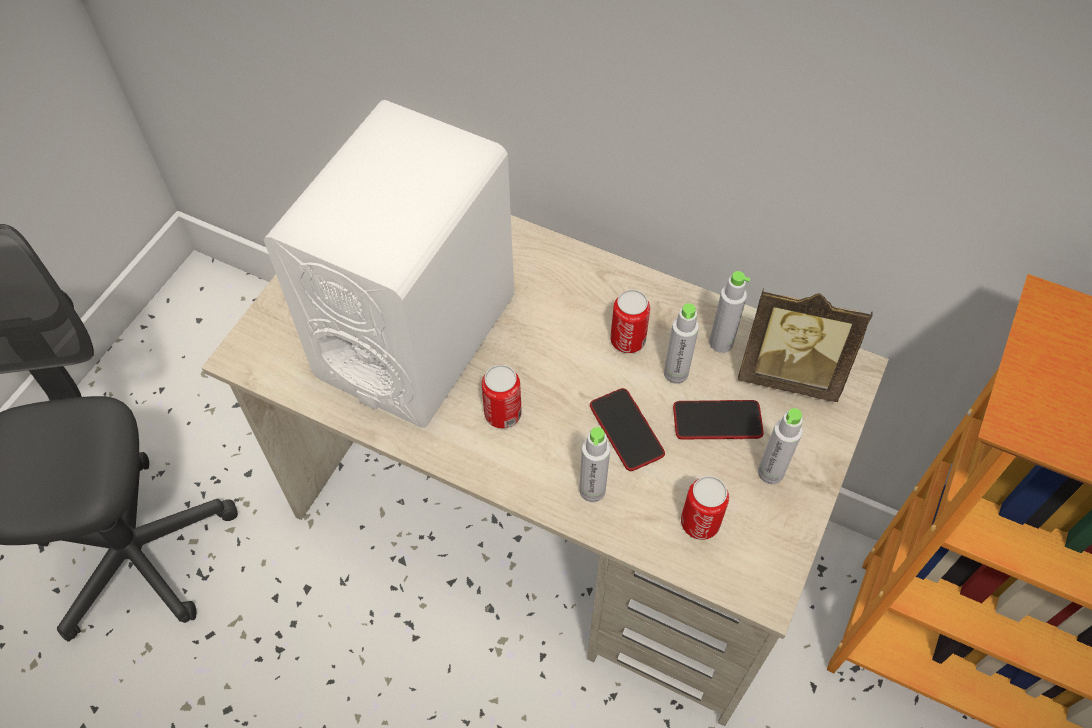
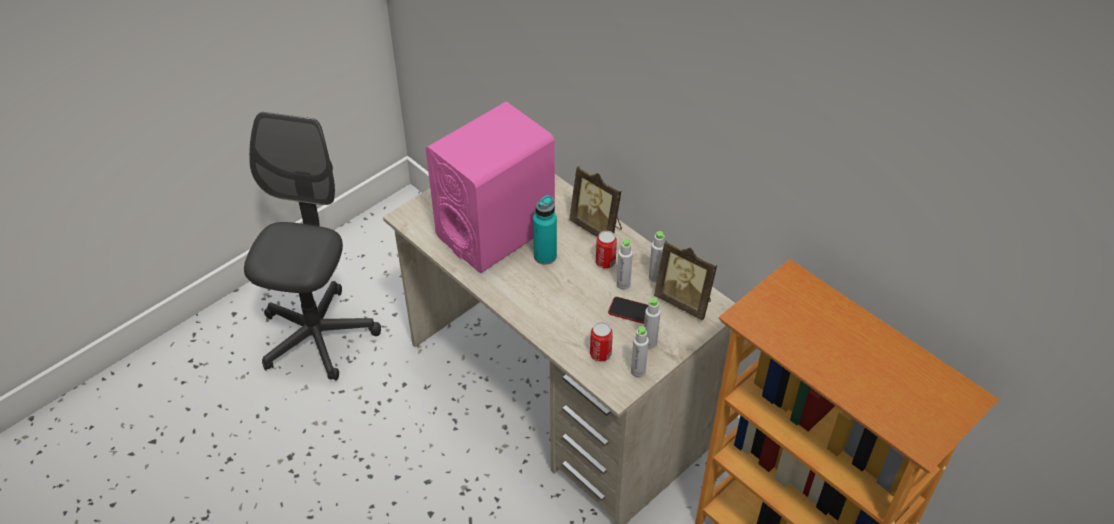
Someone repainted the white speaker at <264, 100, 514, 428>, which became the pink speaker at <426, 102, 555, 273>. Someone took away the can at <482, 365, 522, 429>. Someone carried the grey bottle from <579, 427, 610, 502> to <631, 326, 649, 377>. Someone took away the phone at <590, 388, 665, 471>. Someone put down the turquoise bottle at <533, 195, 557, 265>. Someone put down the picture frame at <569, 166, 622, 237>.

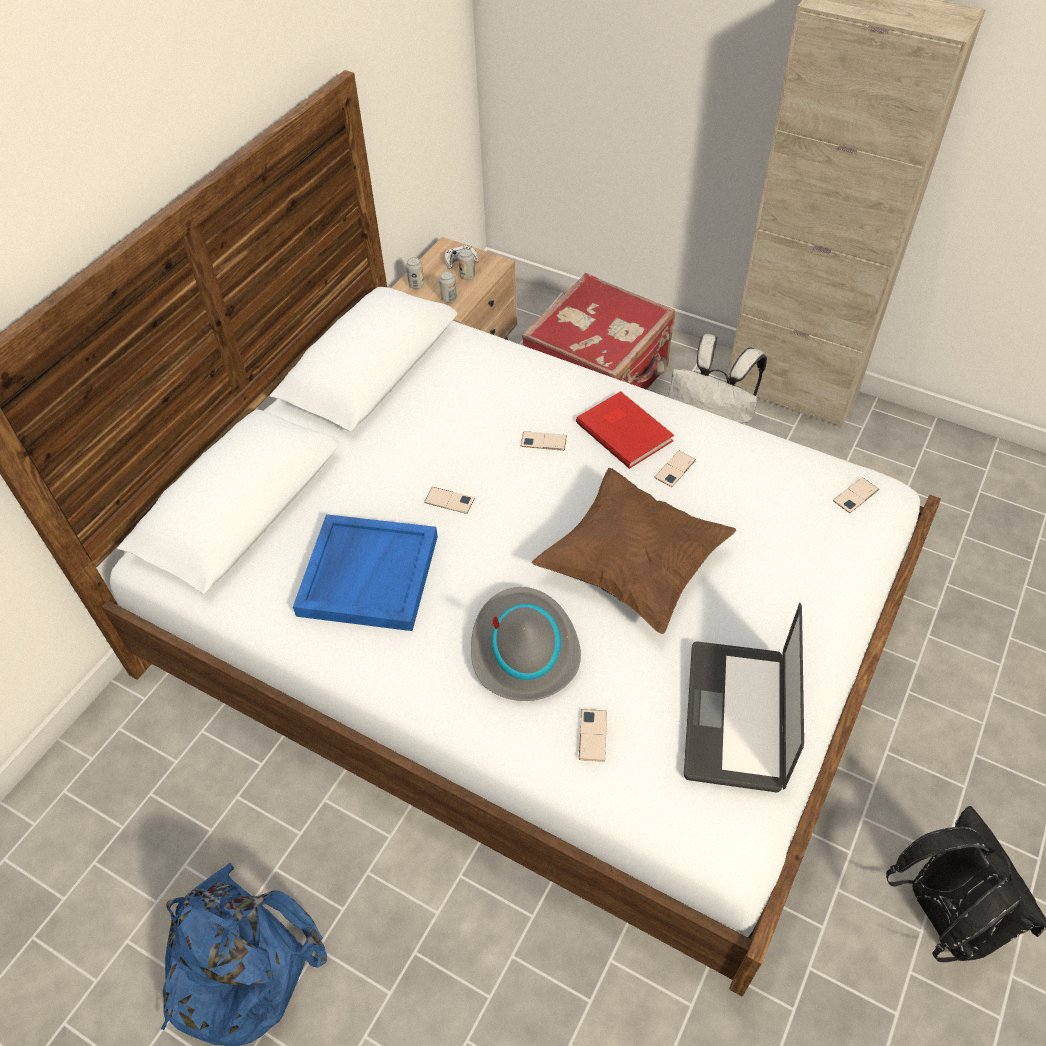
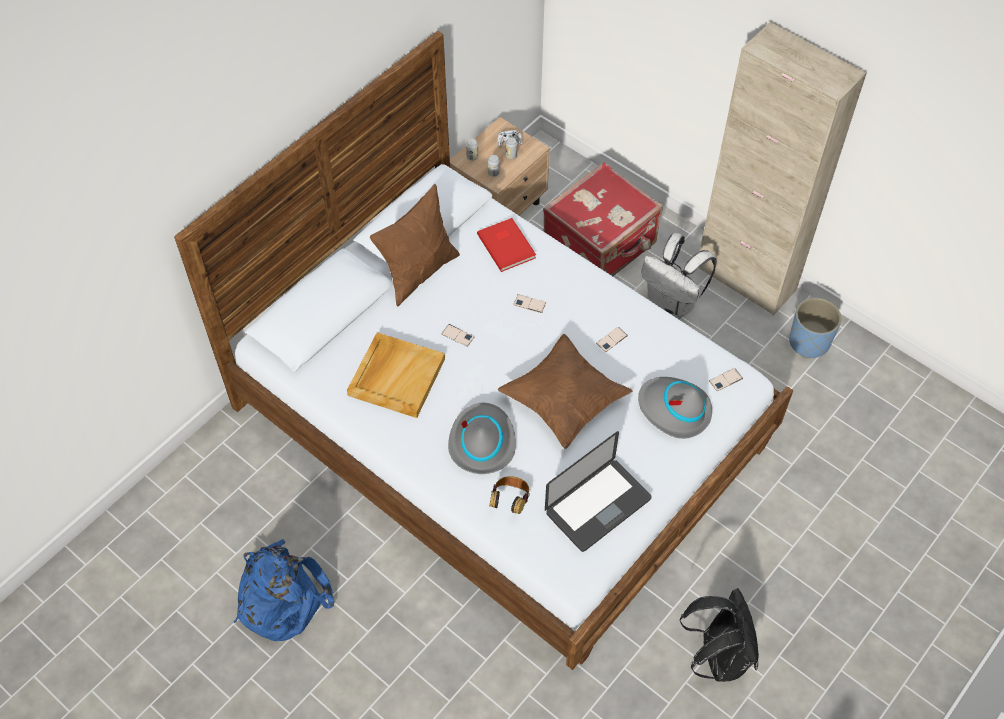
Someone repainted the blue tray at <293, 514, 438, 631>, which became the beige tray at <347, 332, 445, 418>. Someone carried the red book from <576, 391, 674, 469> to <477, 218, 536, 272>. Someone swapped the phone at <579, 709, 607, 762> for the headphones at <490, 476, 530, 514>. Someone rotated the laptop at <684, 603, 804, 792> by 150 degrees counterclockwise. Someone put down the brown pillow at <370, 184, 460, 306>. Someone put down the grey hat at <638, 377, 712, 439>. Someone put down the blue planter at <789, 298, 842, 358>.

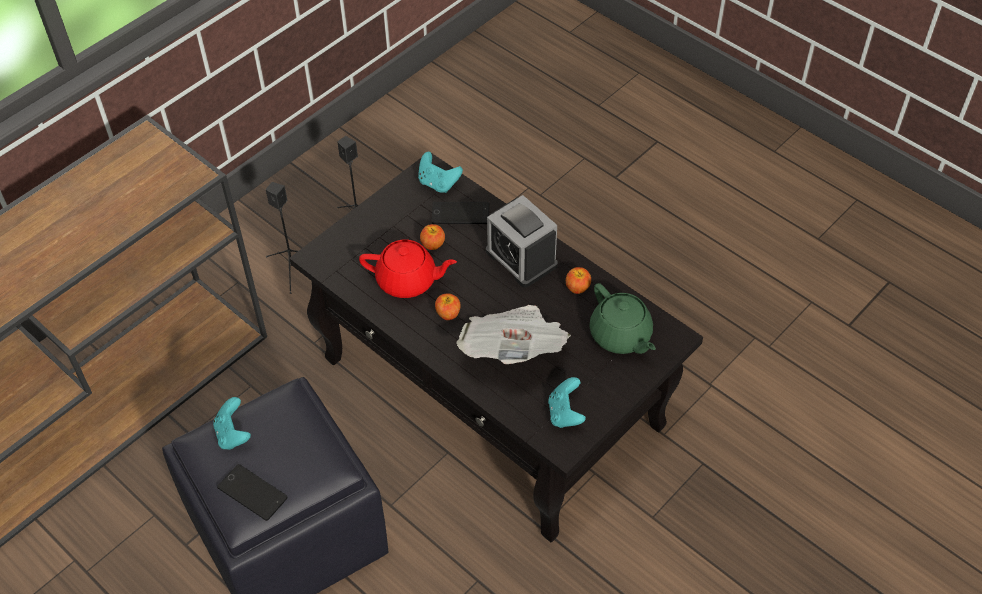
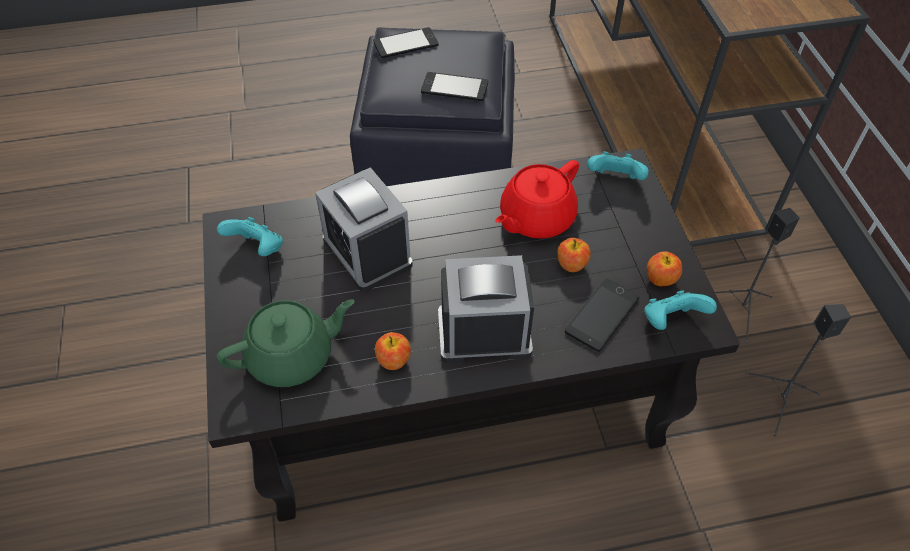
Someone carried the turquoise game controller from <213, 397, 251, 450> to <587, 151, 649, 180>. Someone carried the apple from <435, 293, 460, 320> to <647, 251, 682, 286>. Someone swapped the newspaper at <456, 305, 571, 364> for the alarm clock at <315, 167, 413, 292>. Someone rotated the green teapot at <589, 283, 656, 354> by 150 degrees clockwise. Someone put down the phone at <421, 72, 488, 101>.

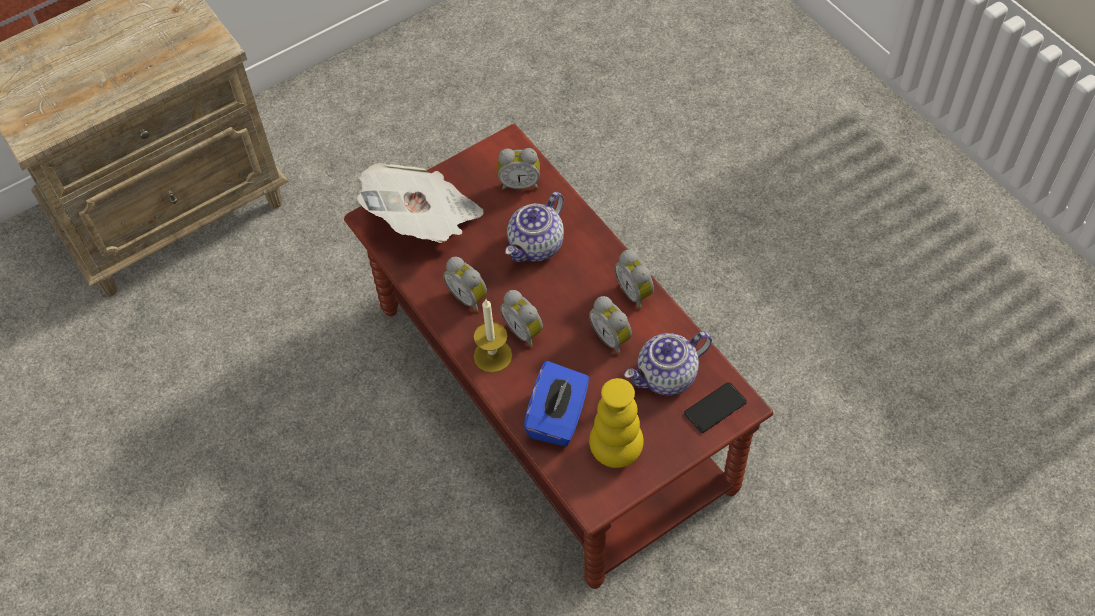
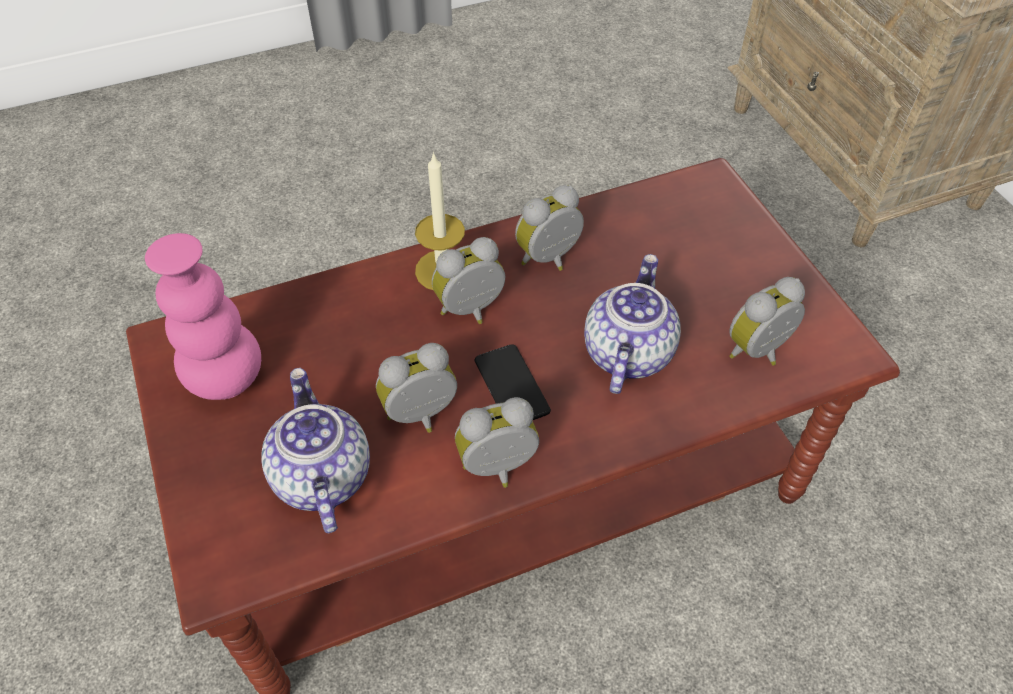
Someone took away the newspaper at <356, 163, 484, 243>. Someone rotated the alarm clock at <498, 148, 540, 190> by 45 degrees clockwise. Someone rotated the teapot at <505, 192, 564, 262> by 60 degrees clockwise. Someone took away the blue tissue box at <524, 361, 589, 446>. Someone repainted the yellow vase at <589, 378, 644, 468>, which became the pink vase at <145, 233, 261, 400>. Someone carried the phone from <684, 382, 747, 433> to <475, 344, 551, 420>.

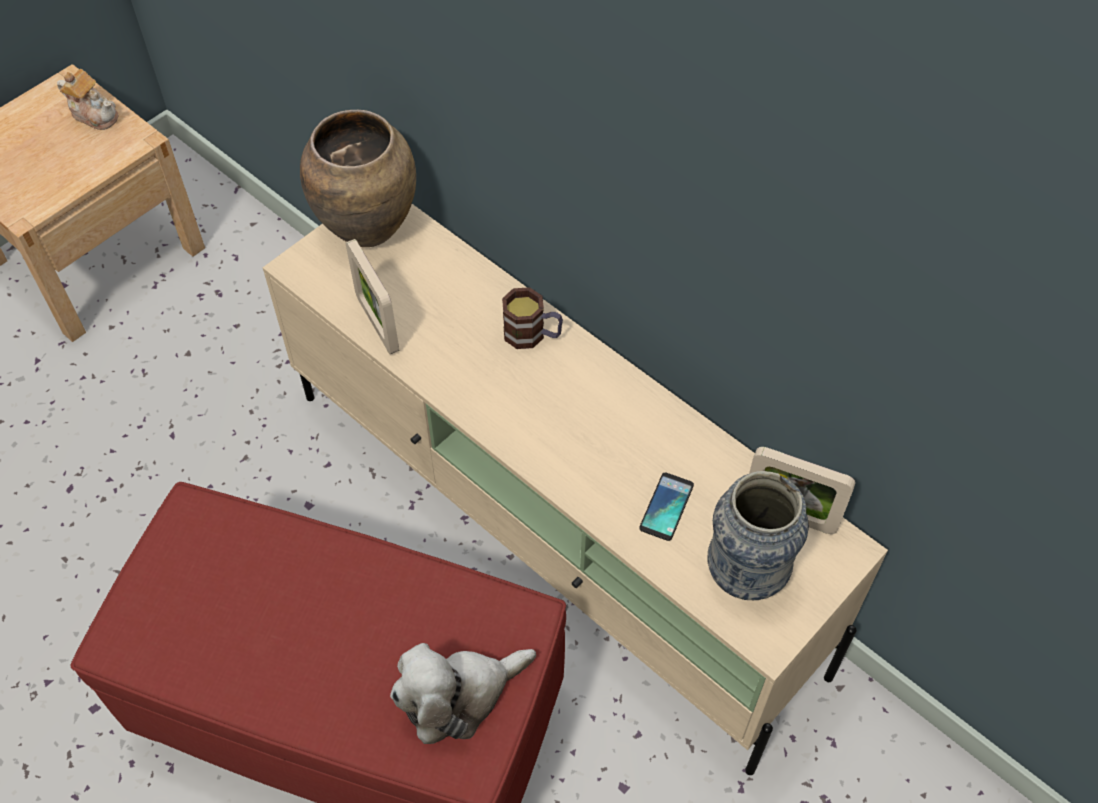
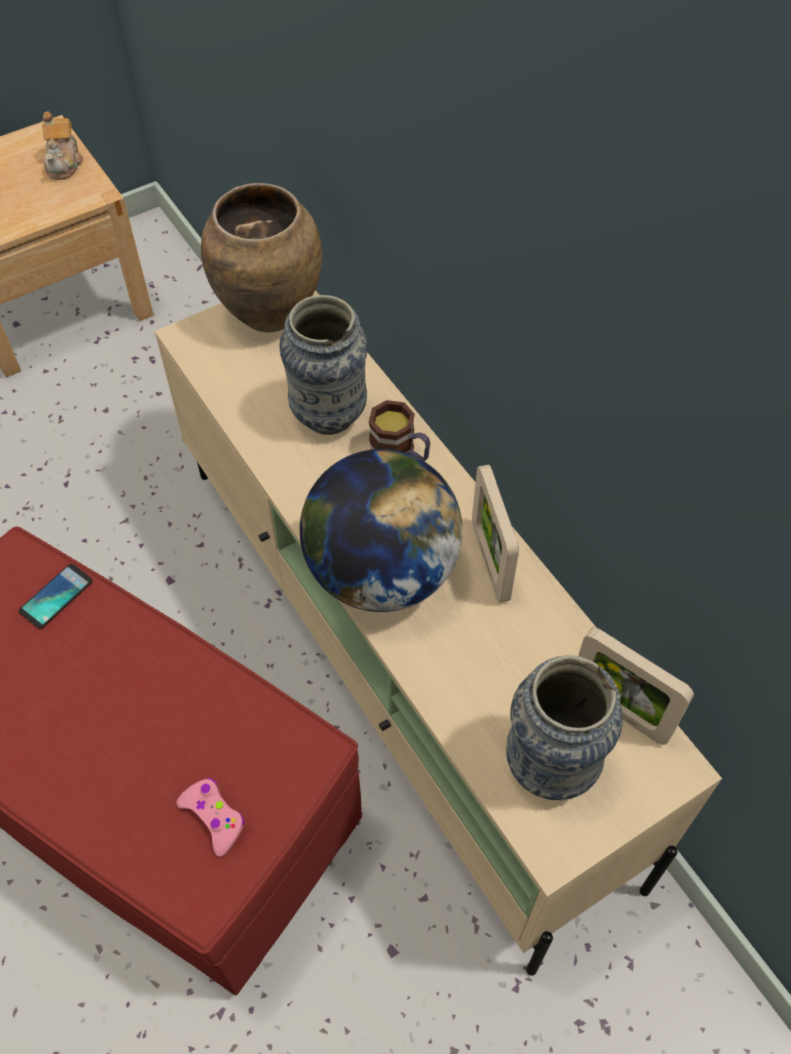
Someone rotated the teapot at <57, 69, 118, 130> by 45 degrees clockwise. Someone carried the picture frame from <345, 239, 399, 354> to <472, 465, 519, 602>. Someone swapped the plush toy at <390, 643, 536, 744> for the pink game controller at <177, 778, 245, 857>. Someone carried the phone from <639, 472, 694, 541> to <19, 564, 93, 629>. Someone put down the vase at <279, 295, 368, 435>. Someone put down the globe at <300, 449, 463, 612>.

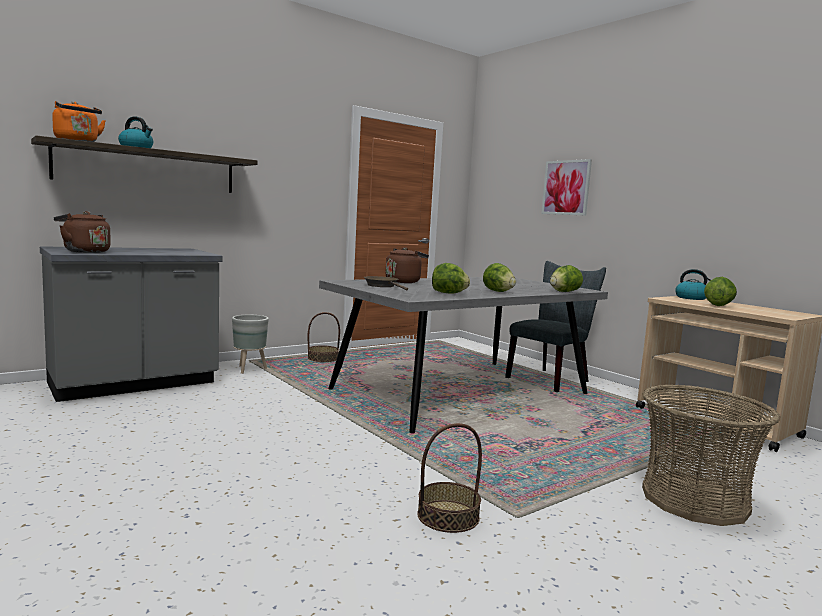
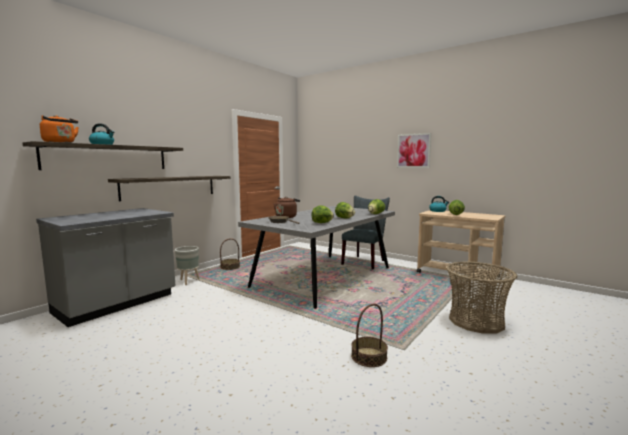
Someone took away the brown kettle at <54, 211, 111, 253>. Someone carried the picture from <541, 159, 592, 216> to <397, 133, 431, 168>. Someone put up the shelf at <108, 176, 230, 201>.

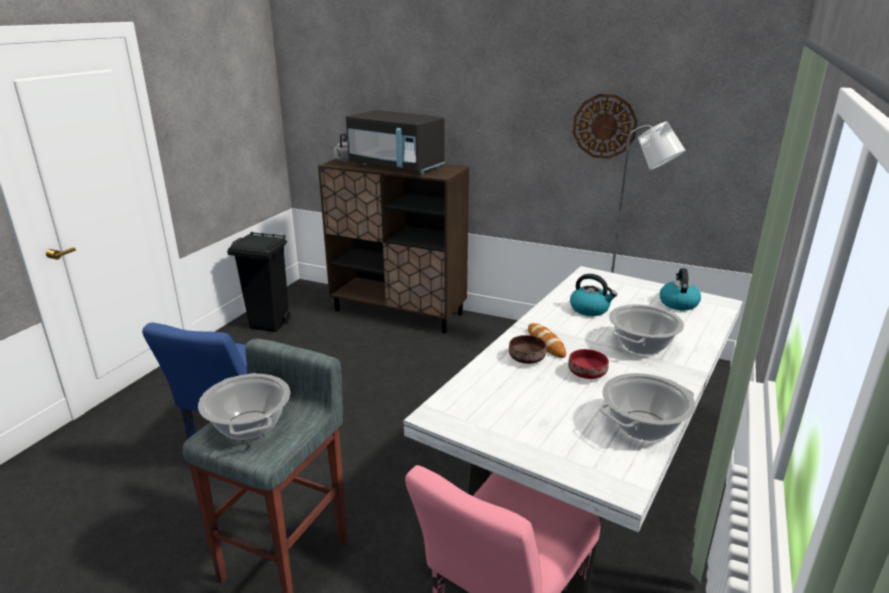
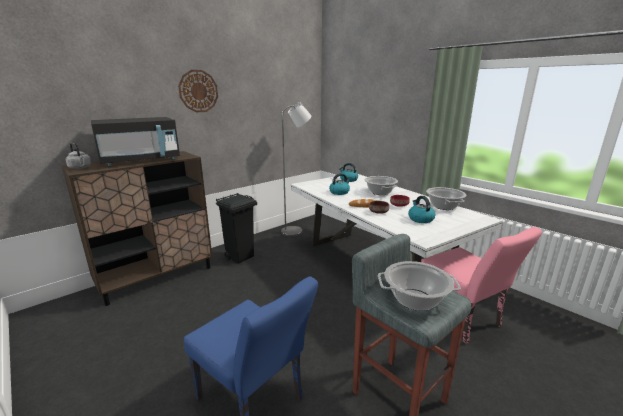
Someone carried the black trash can from <227, 232, 291, 332> to <216, 193, 257, 264>. Someone carried the wall clock from <573, 94, 638, 159> to <178, 70, 218, 112>. Someone put down the kettle at <408, 196, 435, 223>.

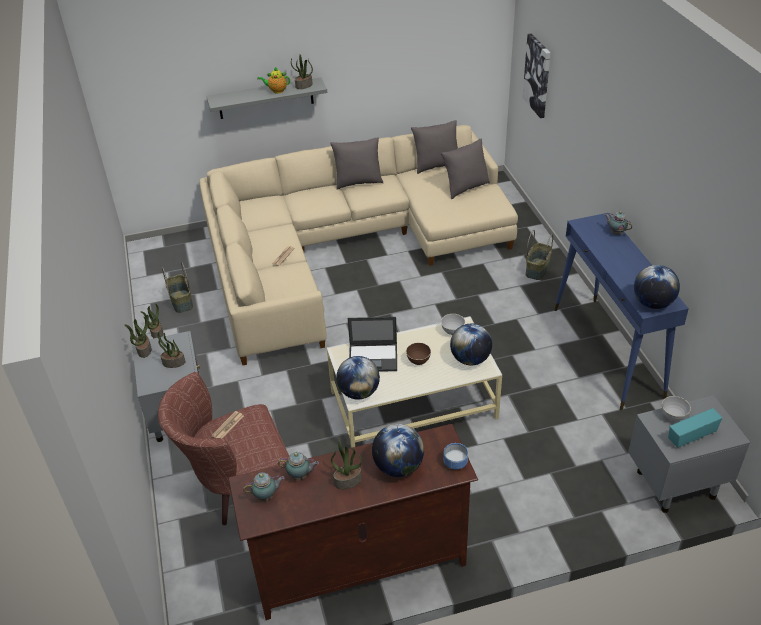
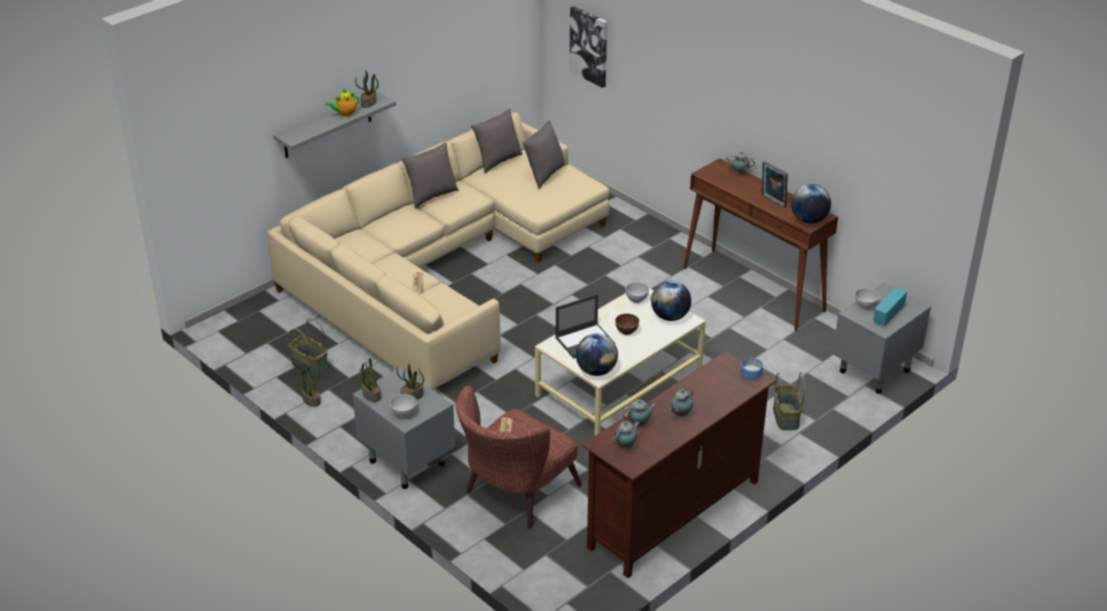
Someone swapped the potted plant at <331, 440, 362, 489> for the teapot at <670, 389, 693, 416>. Someone took away the globe at <372, 424, 424, 477>. Someone carried the basket from <526, 230, 553, 280> to <773, 372, 805, 430>. Someone repainted the blue console table at <554, 213, 689, 410>, which became the brown console table at <683, 158, 838, 331>. Someone put down the grey bowl at <390, 394, 417, 418>. Someone put down the picture frame at <762, 161, 788, 208>.

